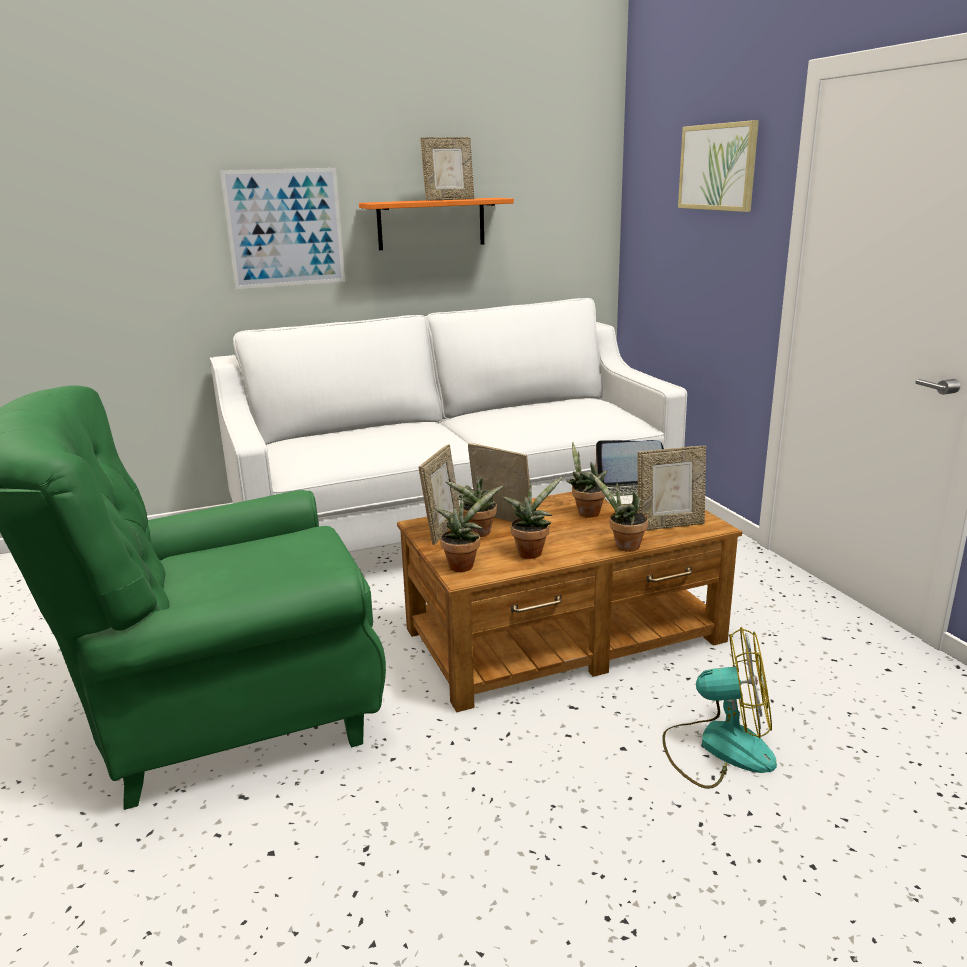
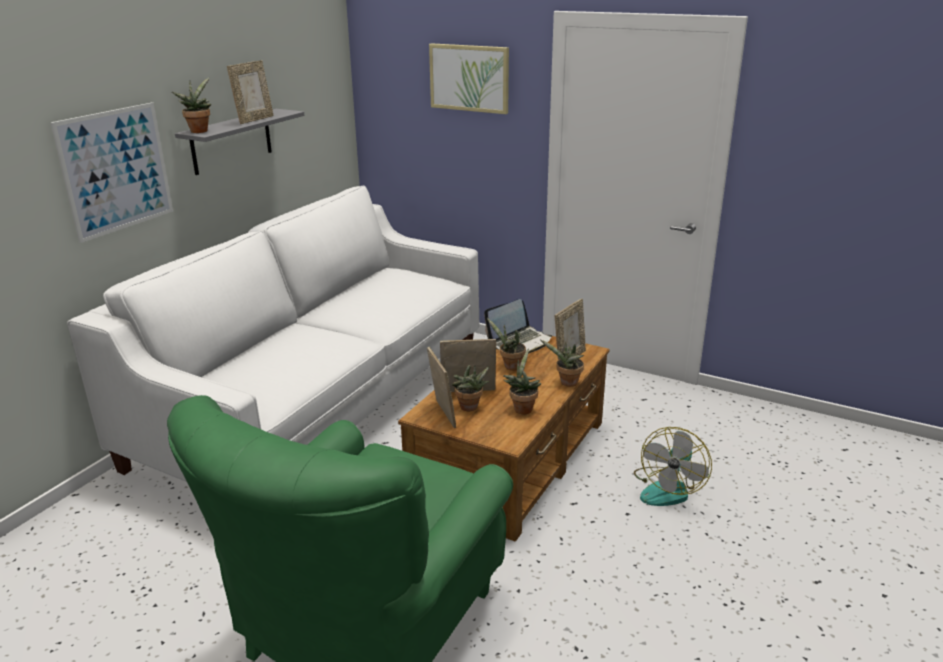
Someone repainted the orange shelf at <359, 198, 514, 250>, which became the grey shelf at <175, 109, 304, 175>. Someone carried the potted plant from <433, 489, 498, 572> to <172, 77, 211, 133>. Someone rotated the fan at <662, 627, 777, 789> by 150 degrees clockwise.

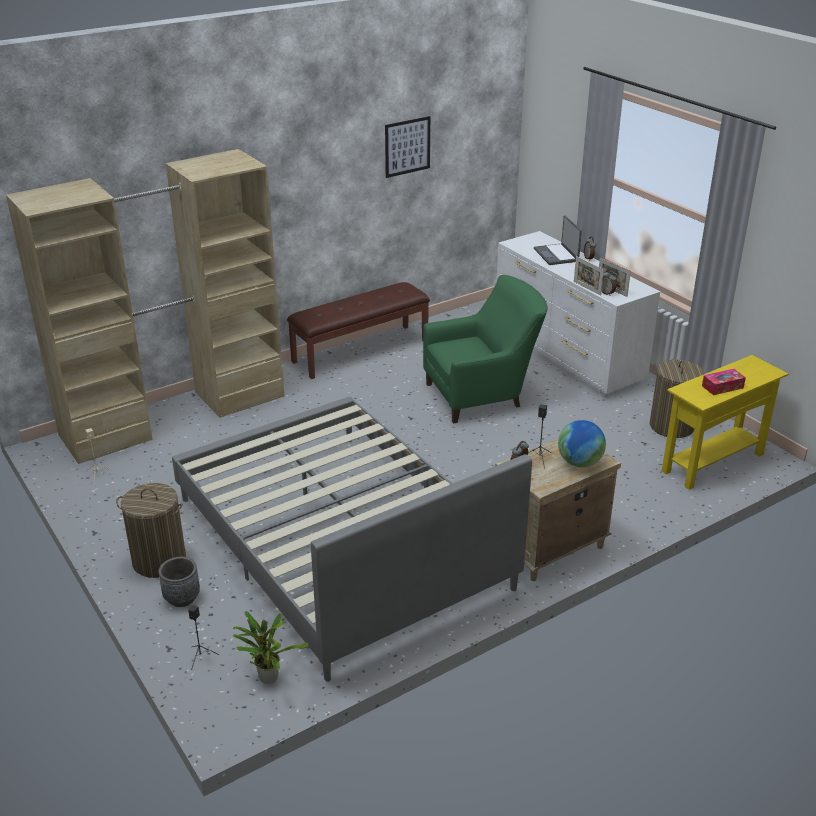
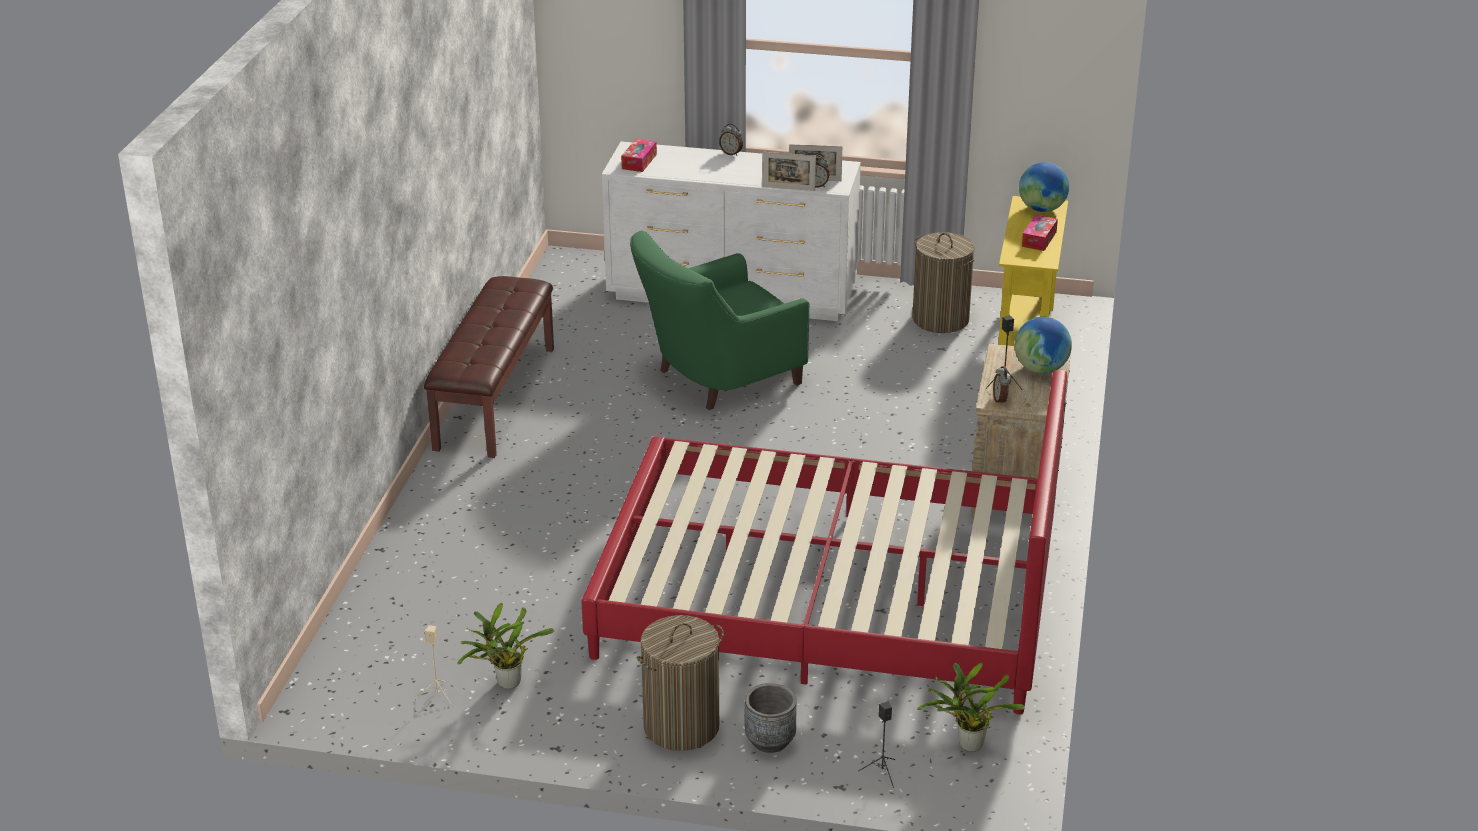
Someone took away the beige wardrobe at <6, 149, 285, 464>. Someone repainted the grey bed at <172, 397, 532, 682>, which became the red bed at <581, 370, 1067, 714>. Someone took away the picture at <385, 116, 430, 178>. Someone rotated the green armchair at <423, 275, 547, 424> by 150 degrees counterclockwise. Someone took away the laptop at <534, 216, 582, 265>. Someone put down the potted plant at <457, 603, 554, 689>. Someone put down the tissue box at <621, 139, 657, 172>. Someone put down the globe at <1019, 162, 1069, 212>.

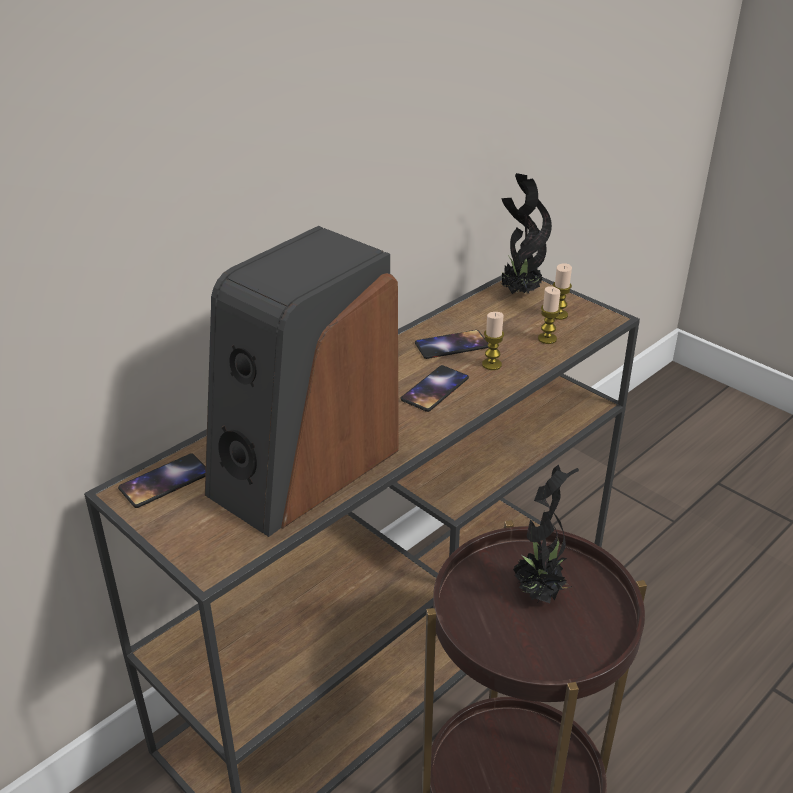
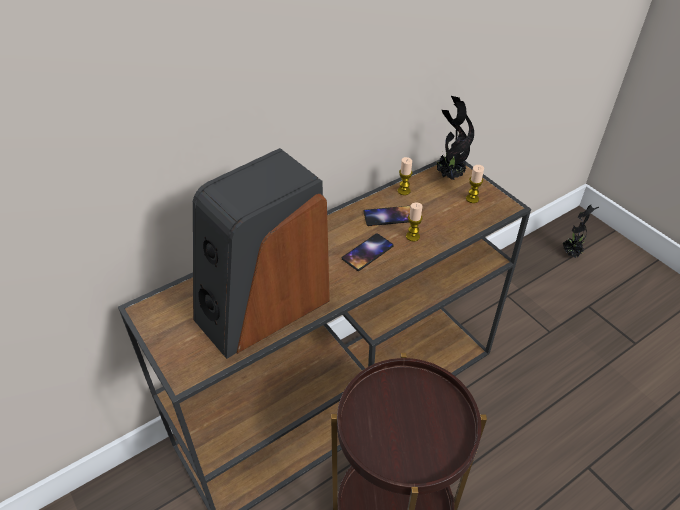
Someone took away the phone at <118, 453, 206, 508>. Someone carried the potted plant from <513, 465, 579, 604> to <563, 205, 599, 258>. Someone carried the candle from <538, 286, 561, 344> to <398, 157, 413, 195>.

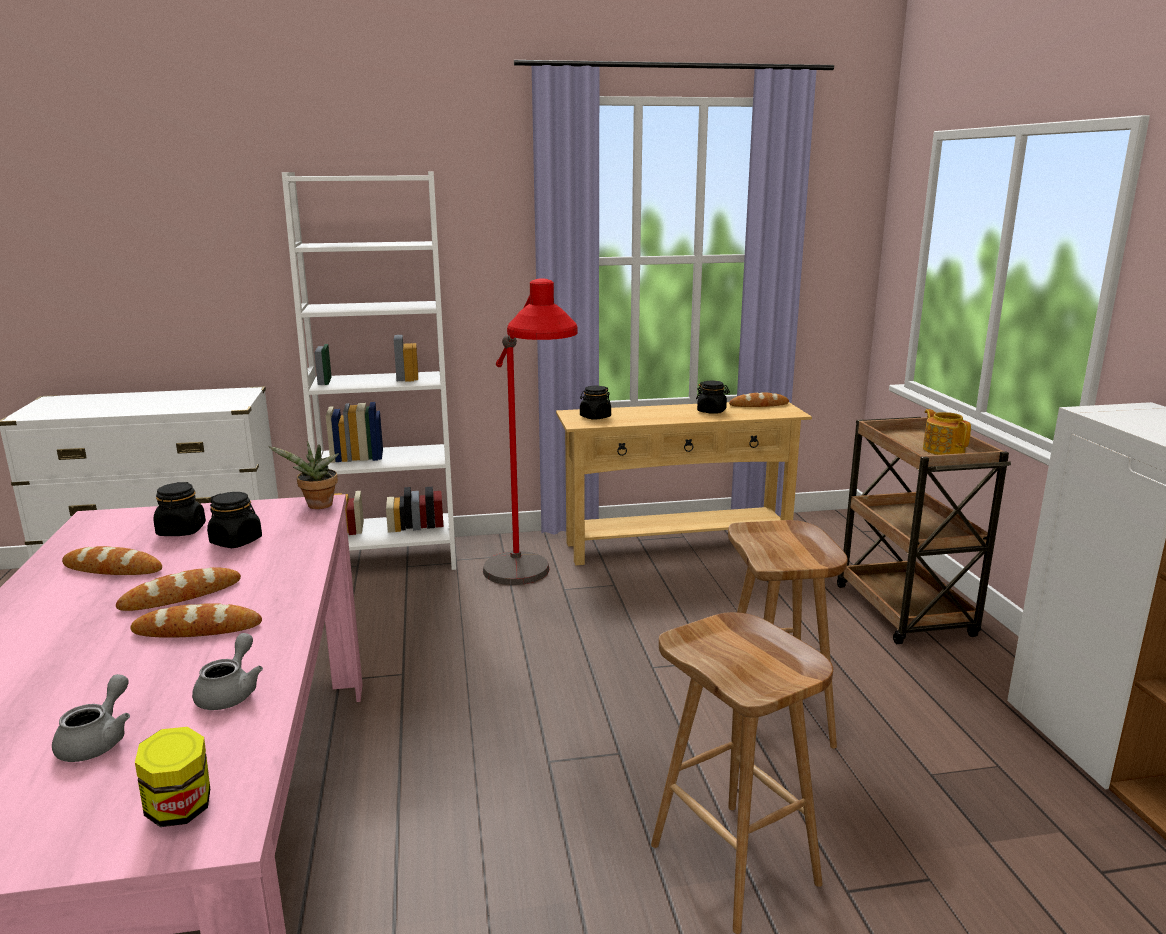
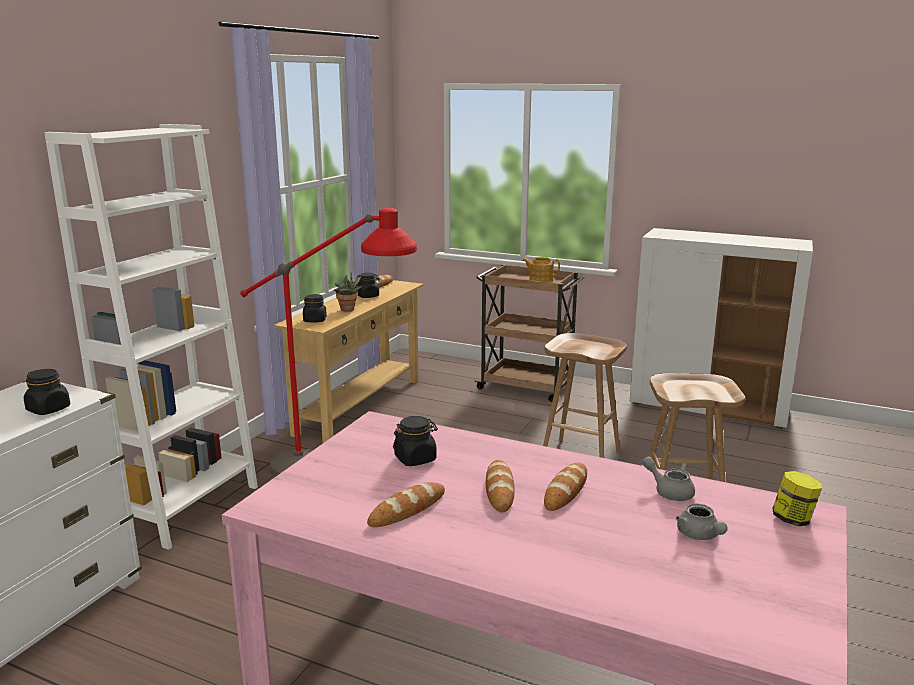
Someone rotated the grey teapot at <52, 674, 130, 762> by 150 degrees counterclockwise. Someone carried the black jar from <153, 482, 206, 536> to <24, 369, 70, 415>. Someone carried the potted plant from <268, 441, 339, 509> to <334, 273, 362, 312>.

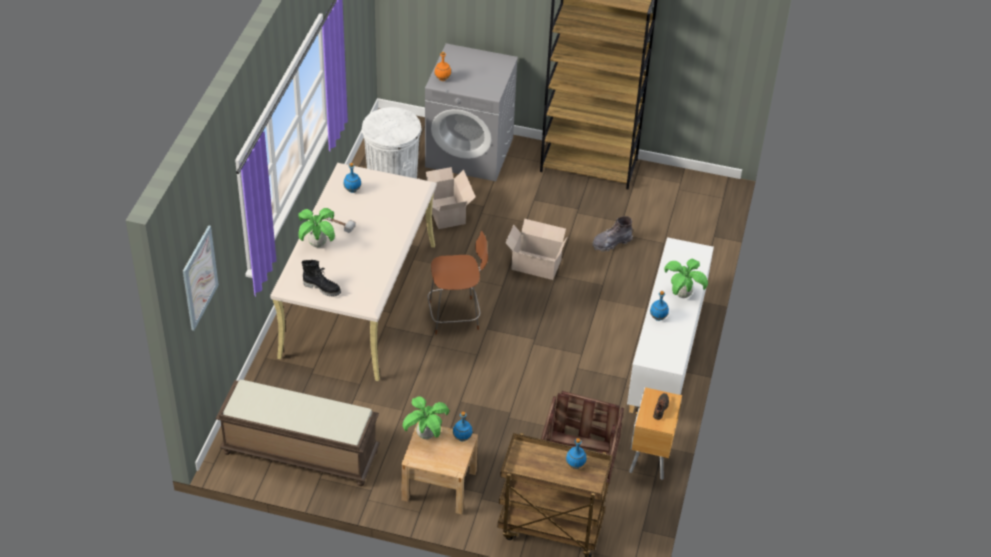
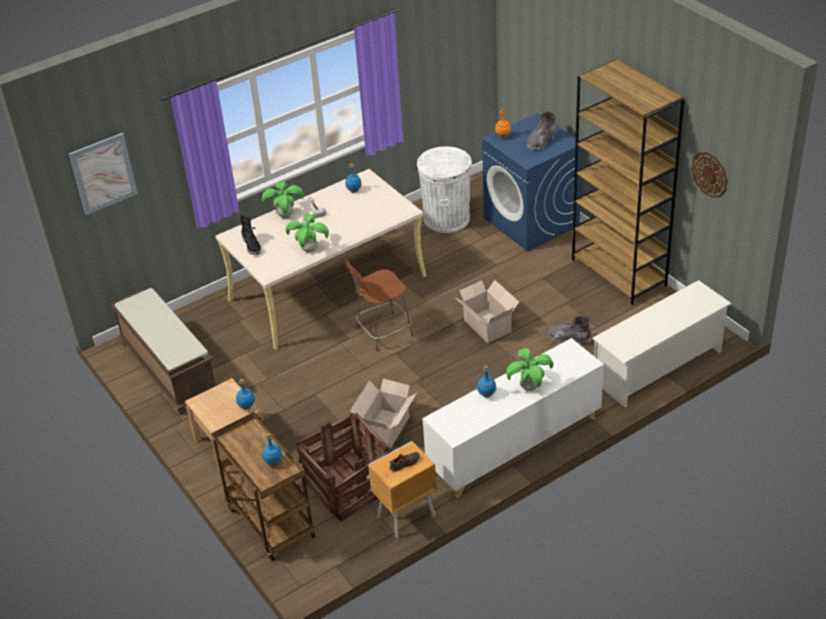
Someone carried the potted plant from <403, 396, 449, 439> to <286, 214, 329, 252>. Someone carried the cardboard box from <418, 167, 476, 229> to <350, 379, 417, 448>. Someone repainted the grey washing machine at <425, 43, 518, 181>, which became the blue washing machine at <482, 113, 582, 252>. Someone rotated the brown chair at <428, 231, 488, 335> by 120 degrees clockwise. Someone put down the grey boot at <527, 112, 557, 151>. Someone put down the white shoe rack at <593, 280, 732, 408>. Someone put up the wall clock at <692, 152, 728, 198>.

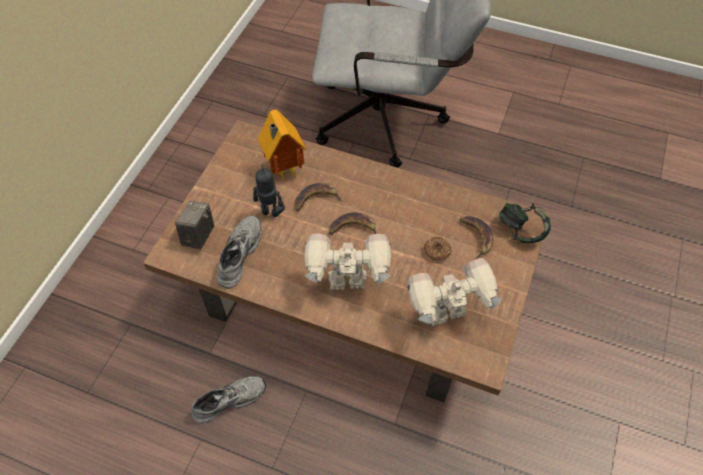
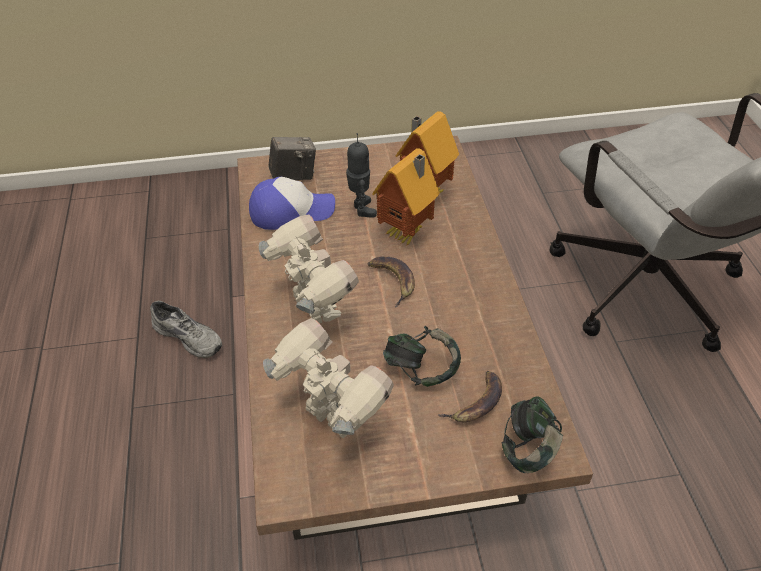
Someone swapped the grey shoe at <217, 216, 262, 289> for the cap at <249, 177, 335, 230>. Someone swapped the banana at <294, 183, 342, 211> for the toy house at <372, 148, 440, 245>. Someone swapped the donut at <424, 237, 451, 261> for the headphones at <383, 326, 461, 387>.

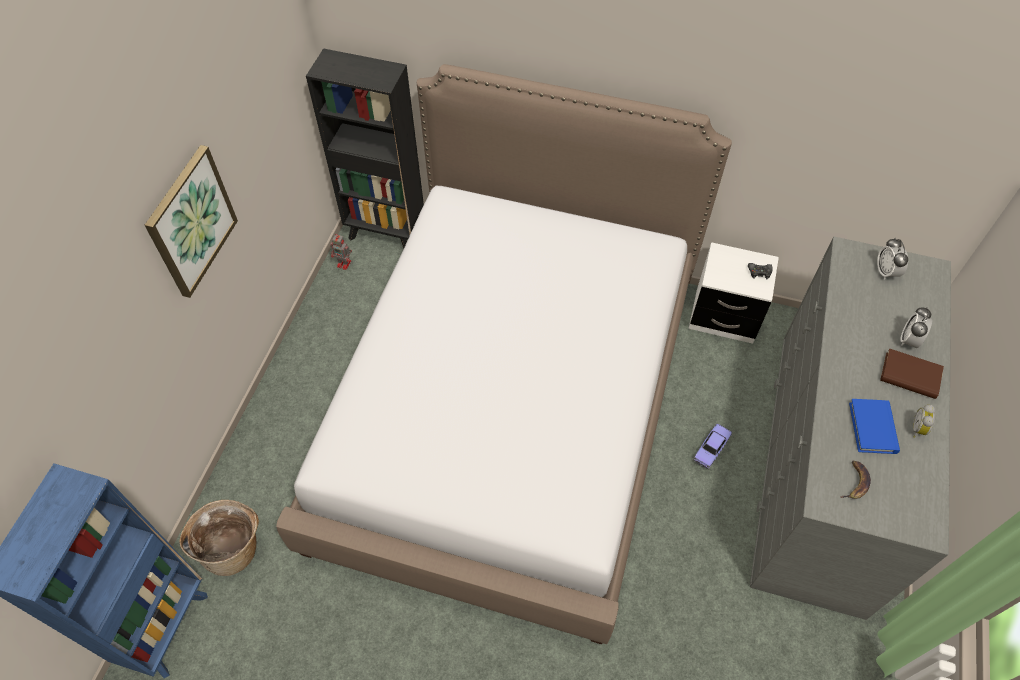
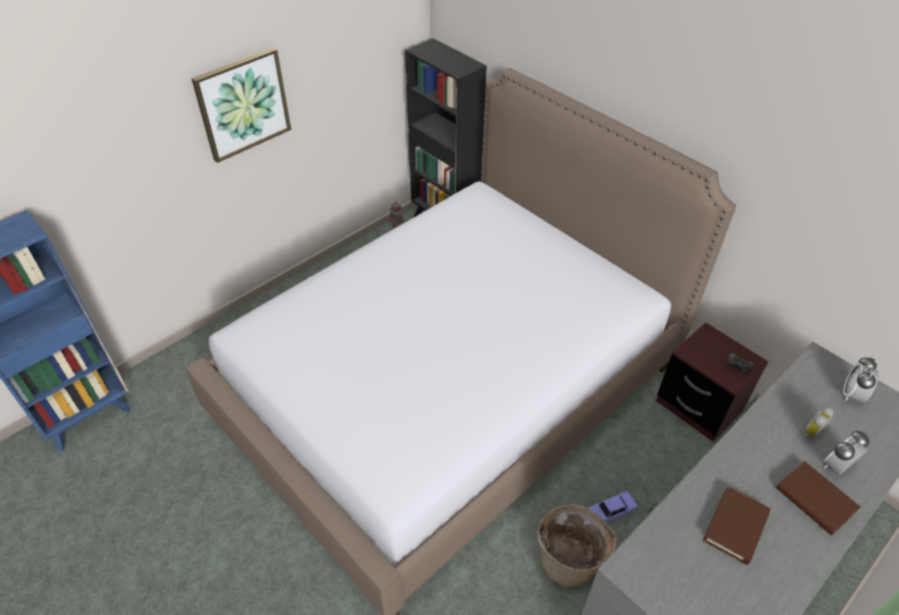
Someone carried the basket from <179, 500, 259, 576> to <536, 504, 617, 587>. Someone repainted the white nightstand at <689, 242, 779, 344>, which became the brown nightstand at <656, 322, 768, 442>. Someone took away the banana at <840, 460, 871, 499>. Someone repainted the blue book at <849, 399, 900, 454>, which became the brown book at <703, 486, 770, 565>. Someone carried the alarm clock from <913, 405, 935, 438> to <803, 407, 834, 440>.

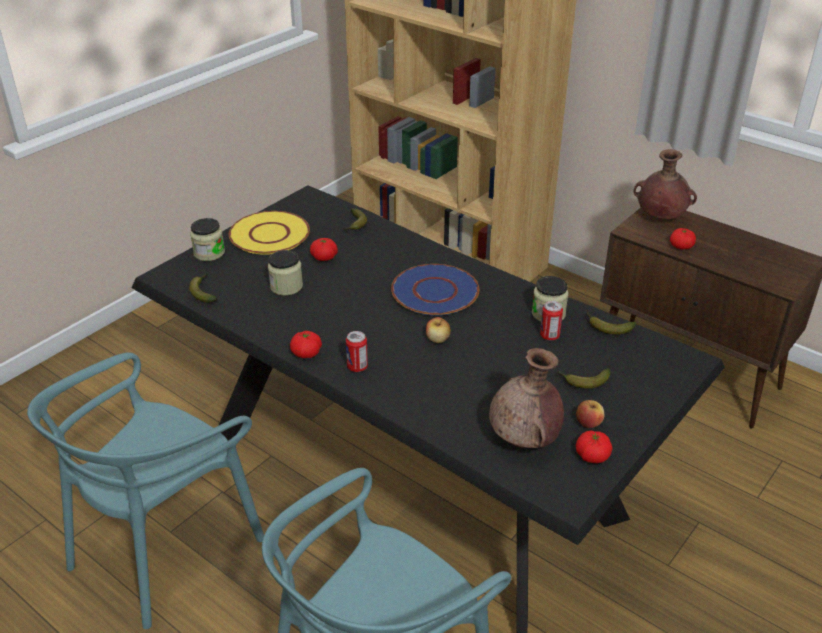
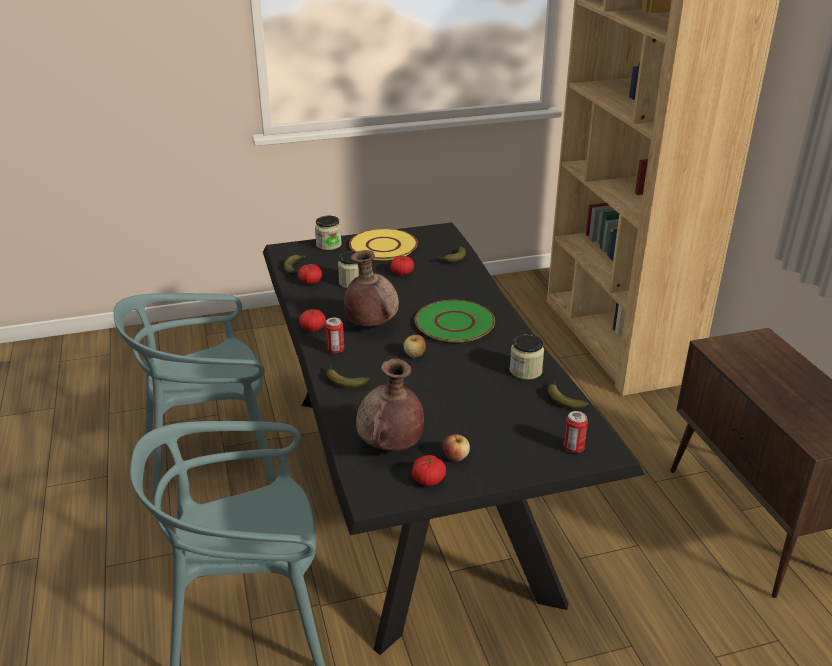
Someone repainted the blue plate at <391, 264, 479, 316>, which became the green plate at <415, 300, 495, 343>. Someone carried the can from <540, 301, 563, 340> to <563, 411, 588, 453>. Someone carried the banana from <557, 368, 611, 389> to <327, 364, 370, 388>. Someone carried the brown vase from <634, 149, 697, 219> to <344, 250, 399, 327>. Someone carried the tomato from <670, 228, 696, 250> to <298, 264, 322, 284>.

